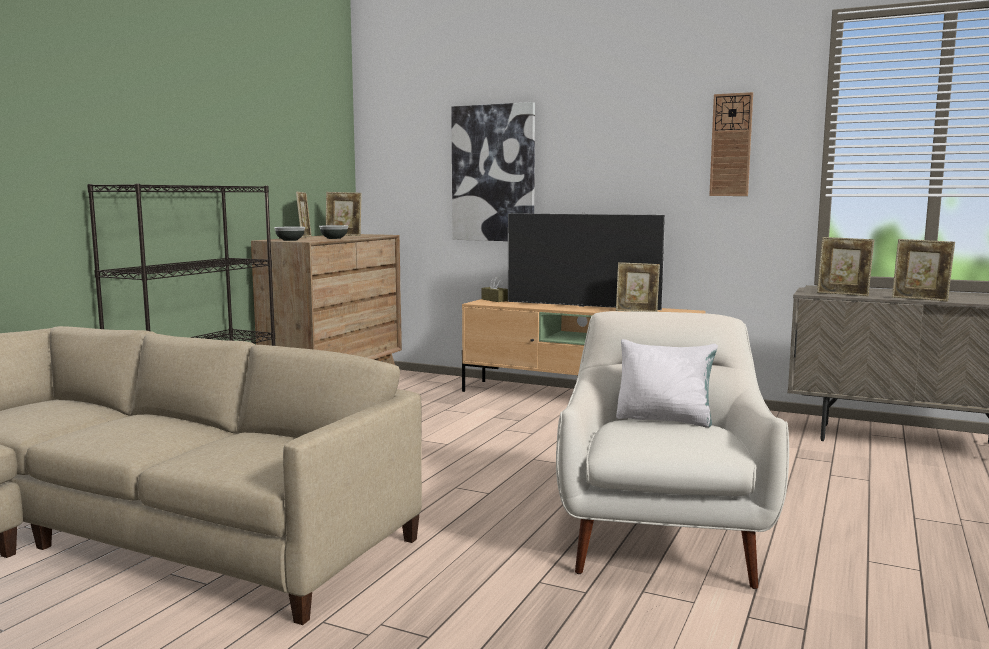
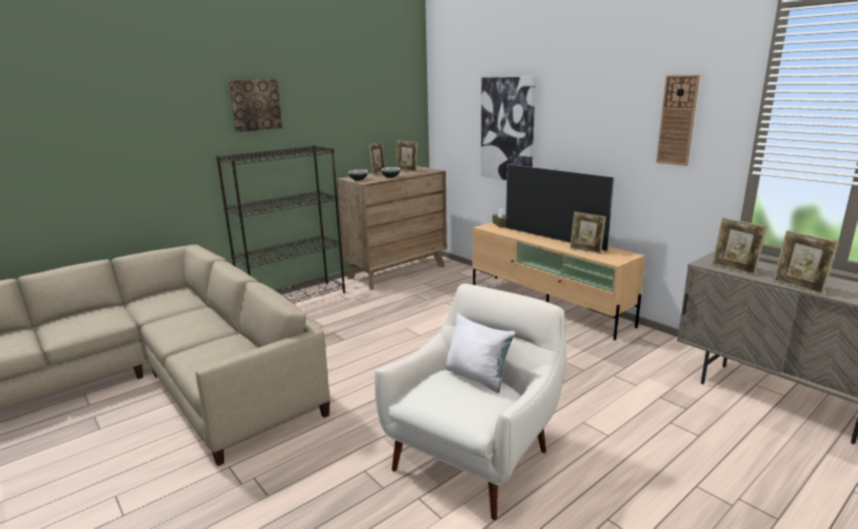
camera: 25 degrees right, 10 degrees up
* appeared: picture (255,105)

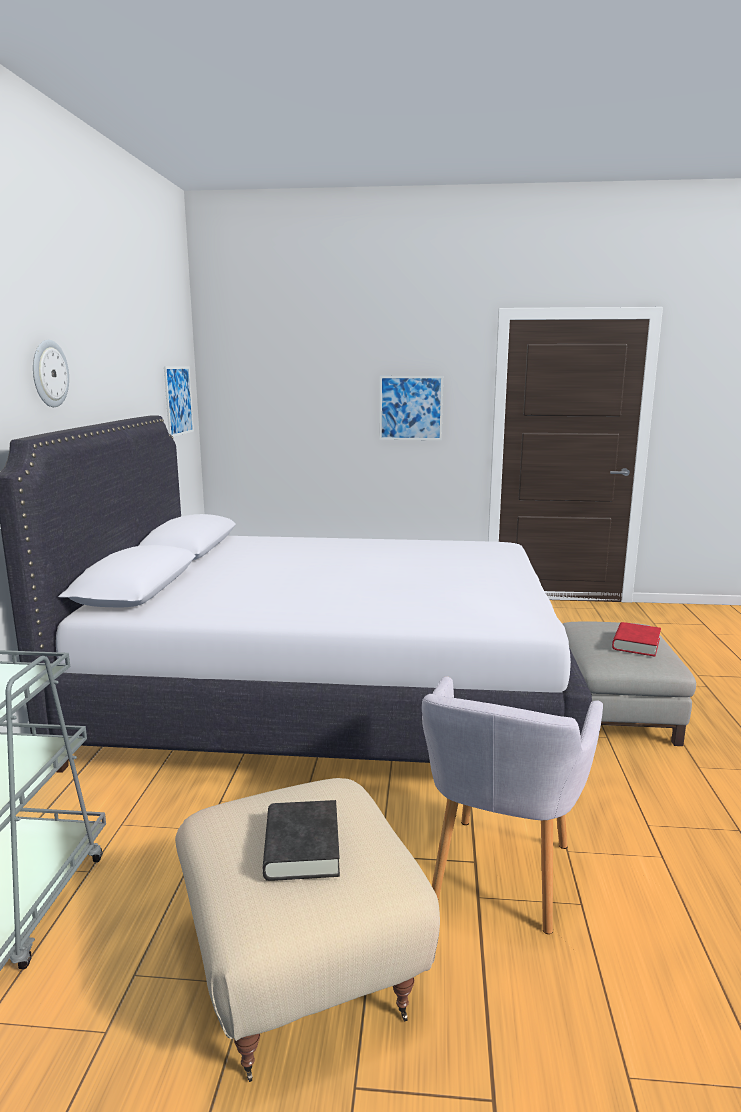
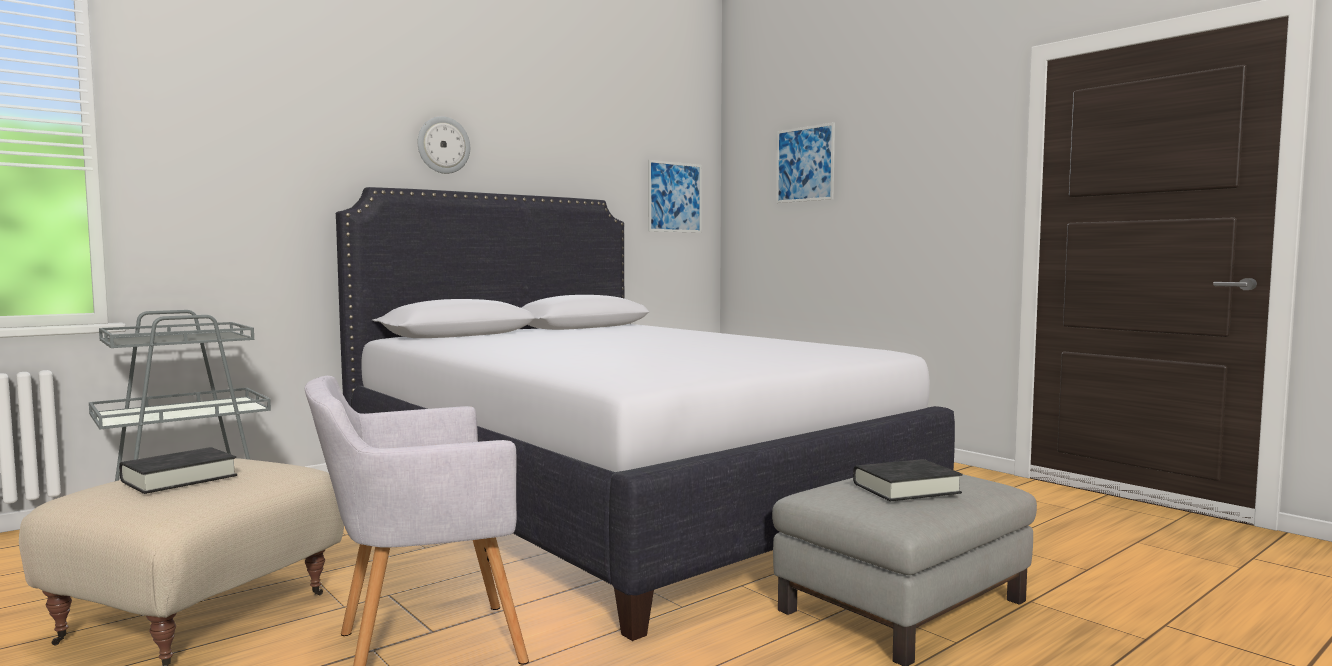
camera: 45 degrees right, 10 degrees down
* relocated: picture (411,408) to (805,164)
* colour: book in red (636,644) to book in black (906,488)

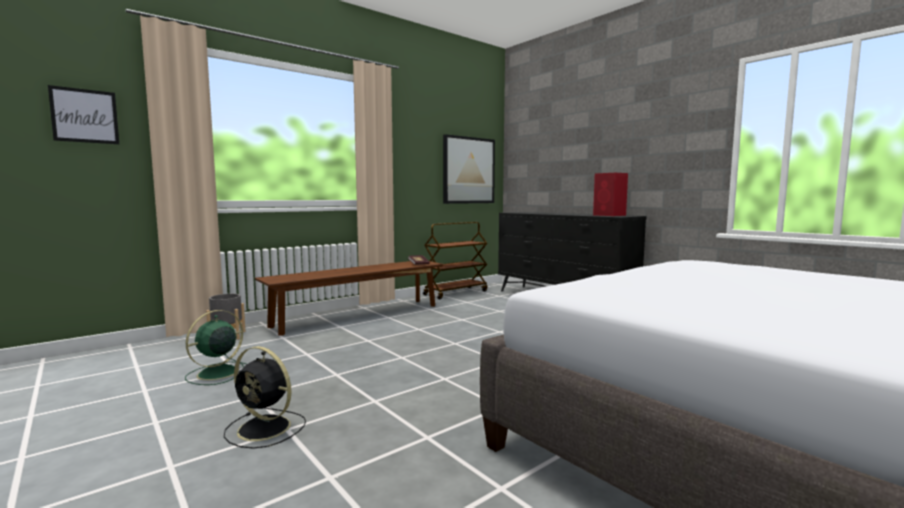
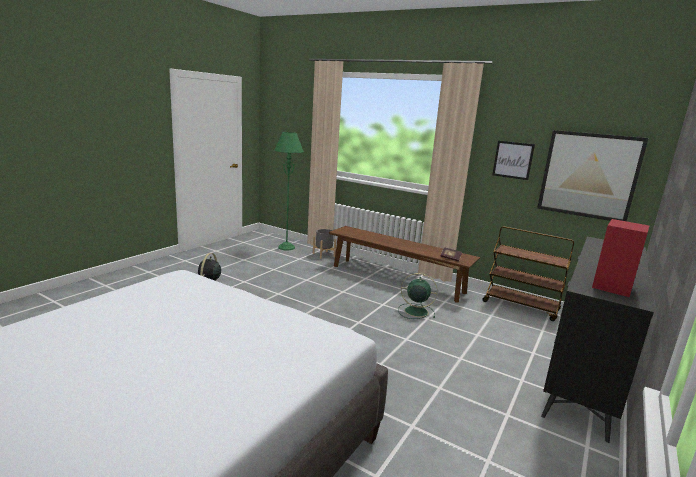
camera: 70 degrees right, 10 degrees up
* relocated: picture (85,116) to (513,160)
* relocated: fan in green (216,373) to (415,311)
* appeared: floor lamp in green (286,247)

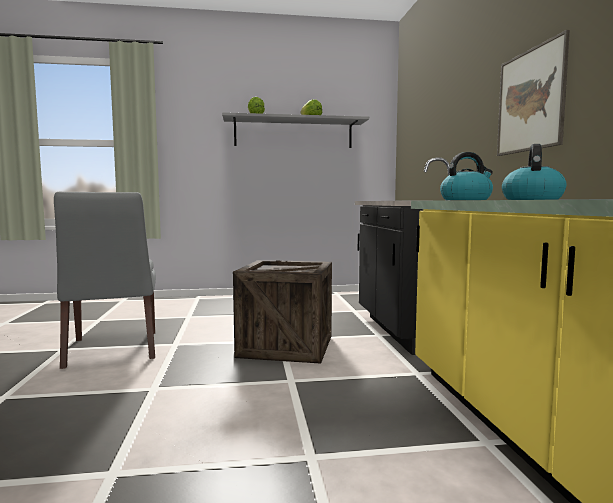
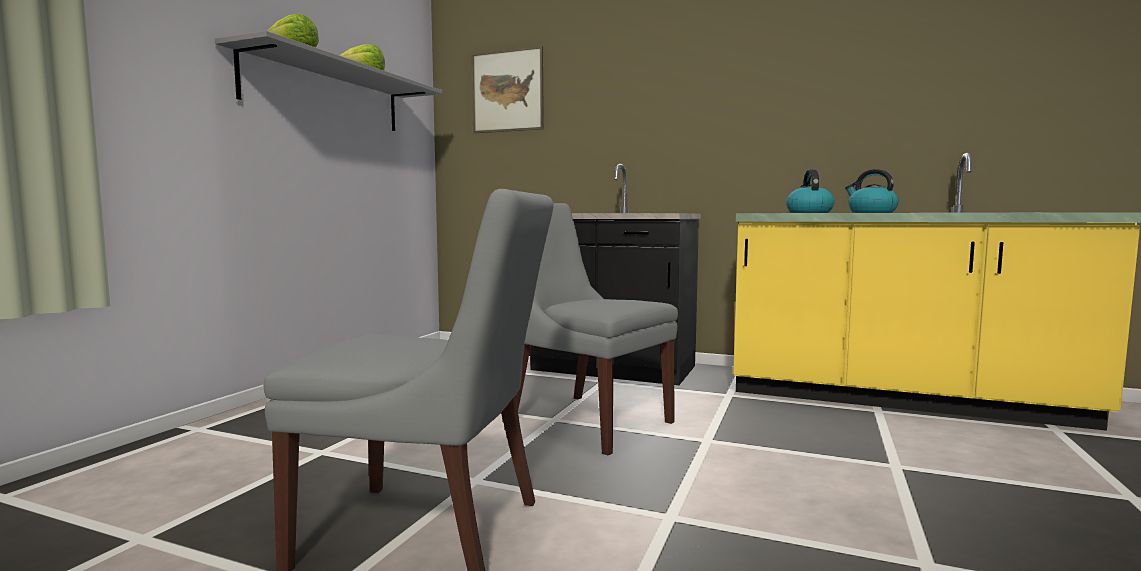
camera: 60 degrees left, 0 degrees up
* exchanged: crate (286,346) to chair in grey (585,421)
* relocated: picture (530,100) to (507,91)

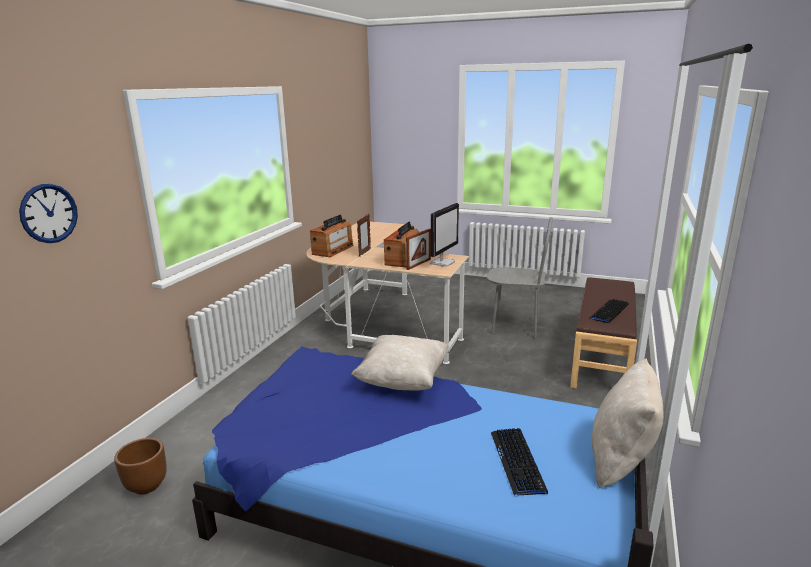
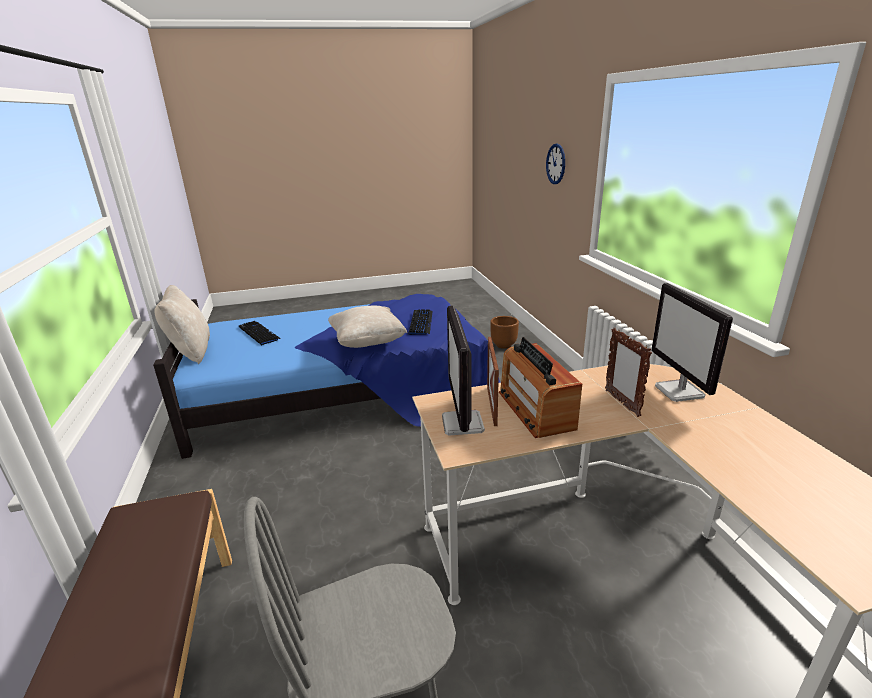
camera: 145 degrees right, 5 degrees up
* exchanged: radio (333,250) to monitor (680,392)
* relocated: keyboard (609,311) to (420,323)

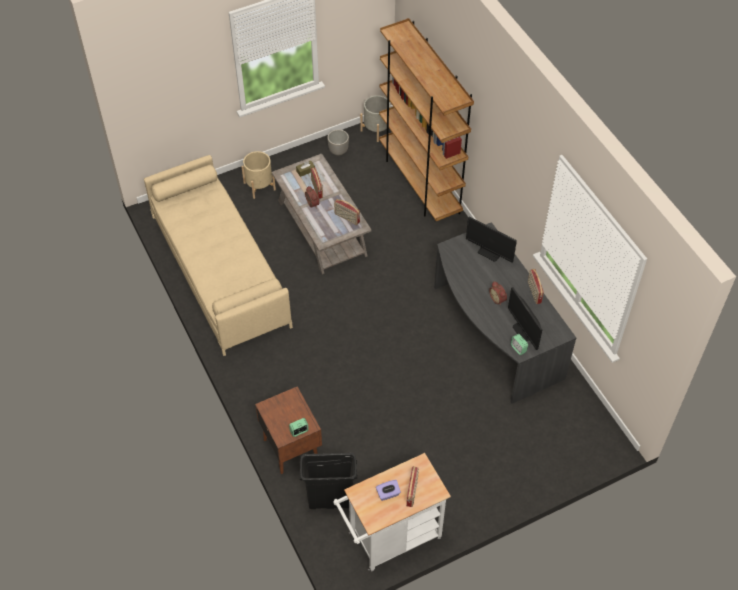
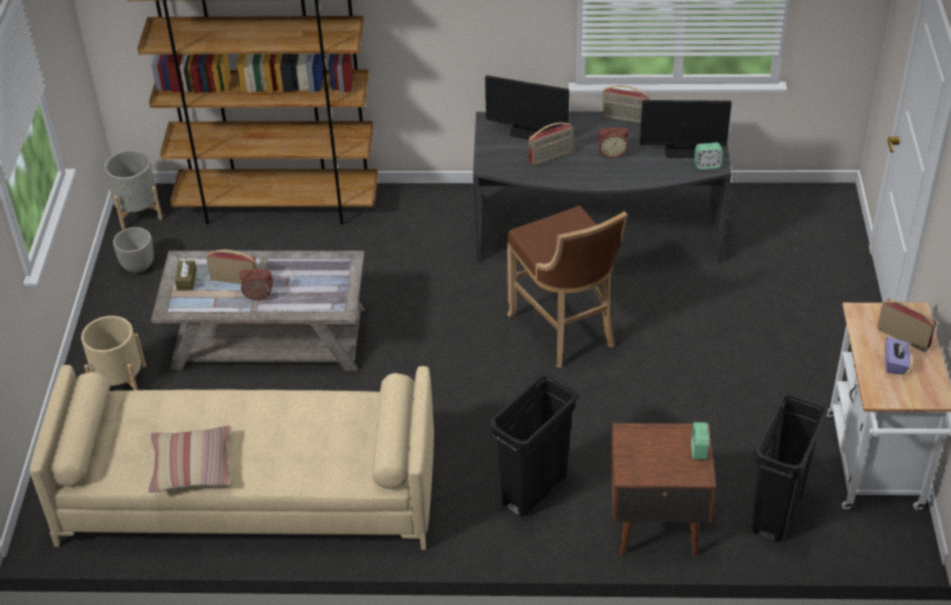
camera: 60 degrees left, 10 degrees down
* relocated: radio (346,218) to (551,157)
* spun: monitor (489,252) = (528,132) 45 degrees clockwise
* appeared: pillow (192,466)
* appeared: trash can in black (534,490)
* appeared: stool in brown (566,331)

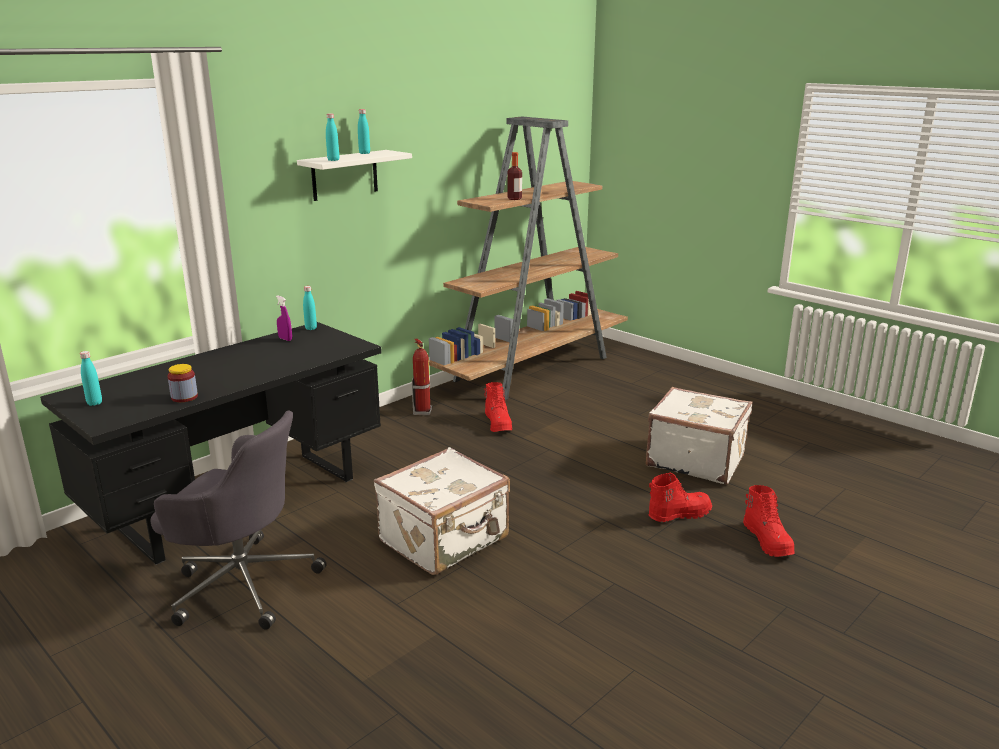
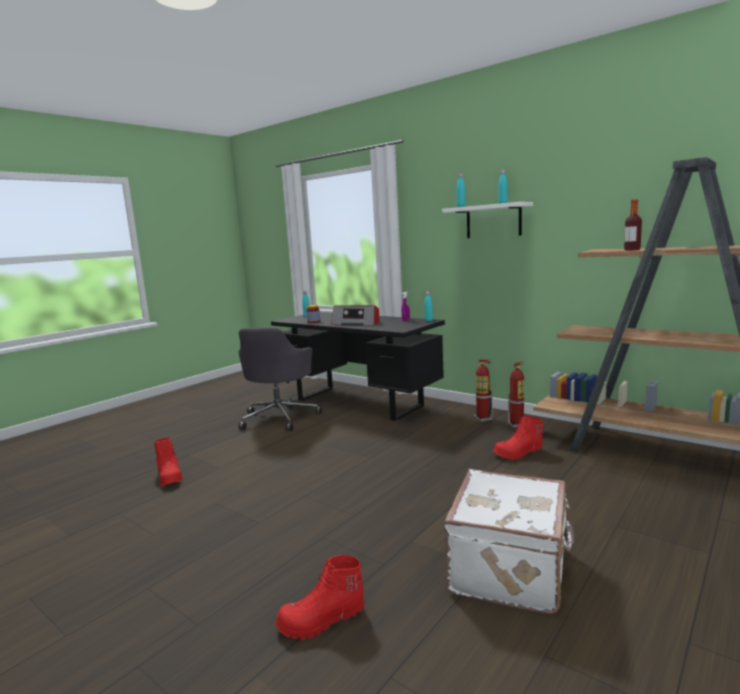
camera: 85 degrees right, 10 degrees down
* missing: suitcase in white (445,540)
* relocated: boot in red (678,514) to (170,477)
* appeared: radio (356,323)
* appeared: fire extinguisher (483,419)

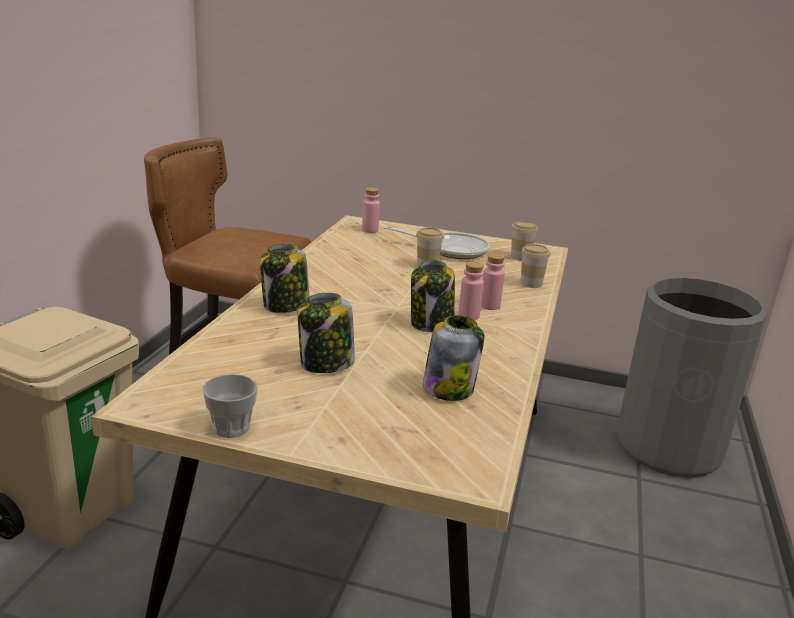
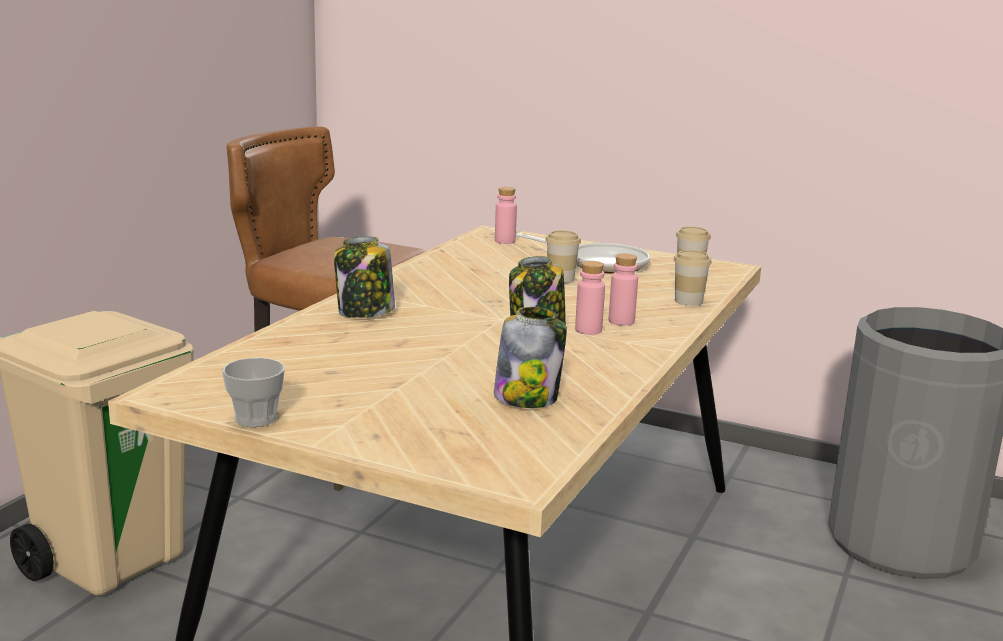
camera: 10 degrees right, 5 degrees down
* missing: jar (326,364)

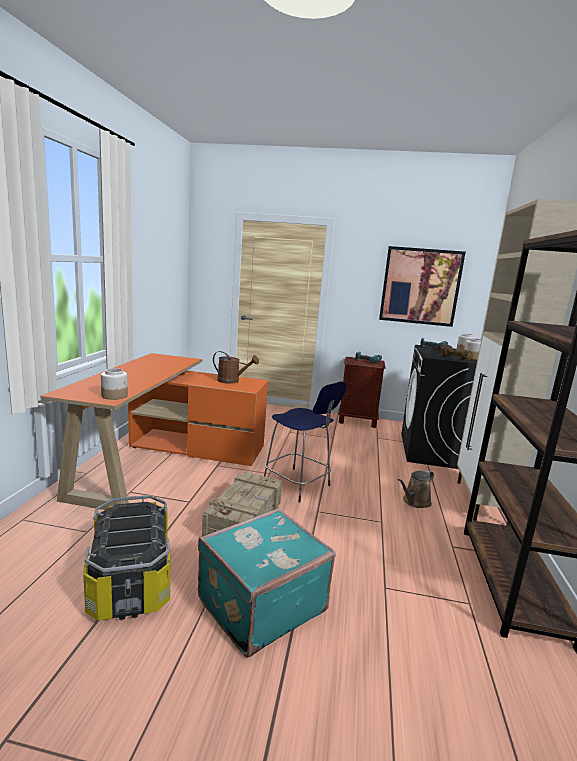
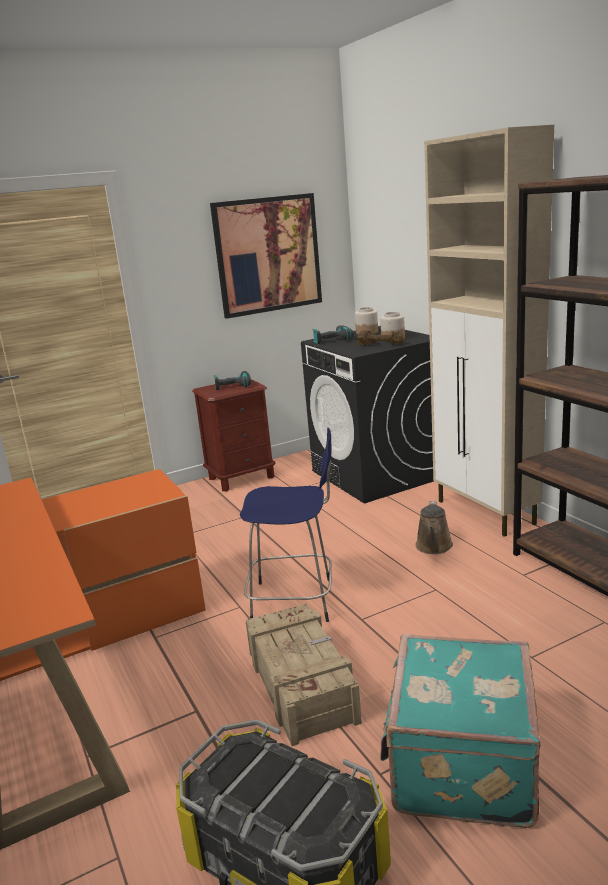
camera: 35 degrees left, 5 degrees up
* missing: jar (115,396)
* missing: watering can in brown (232,381)

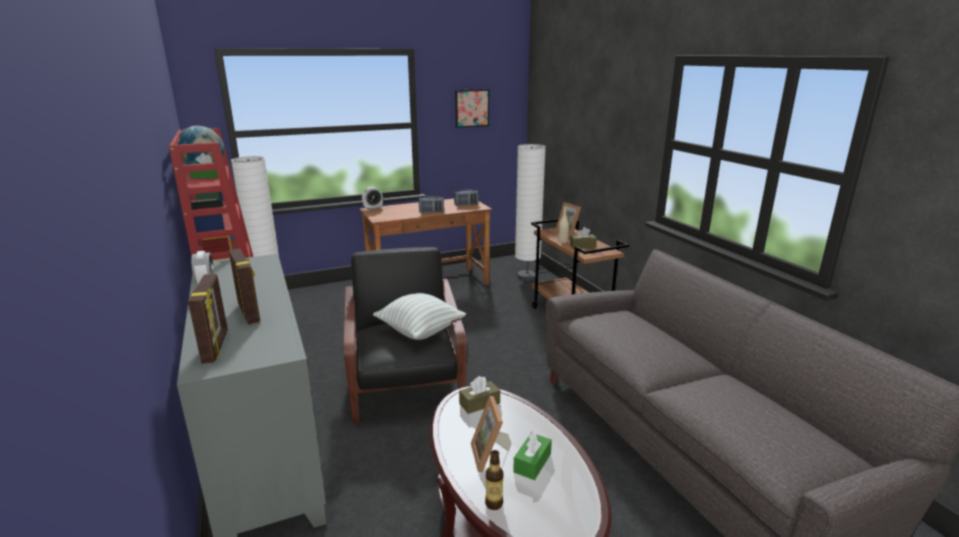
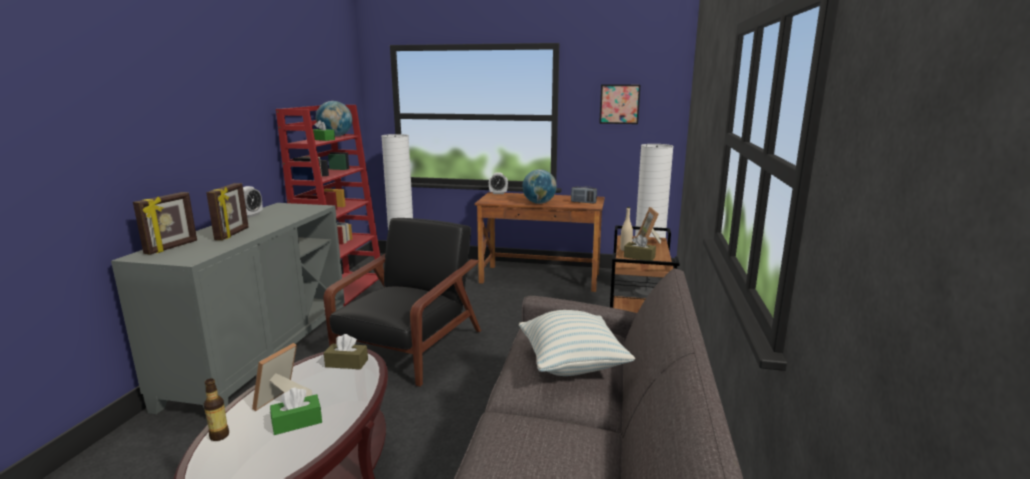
camera: 35 degrees right, 5 degrees down
* relocated: pillow (420,331) to (572,365)
* exchanged: radio (431,212) to globe (539,203)

